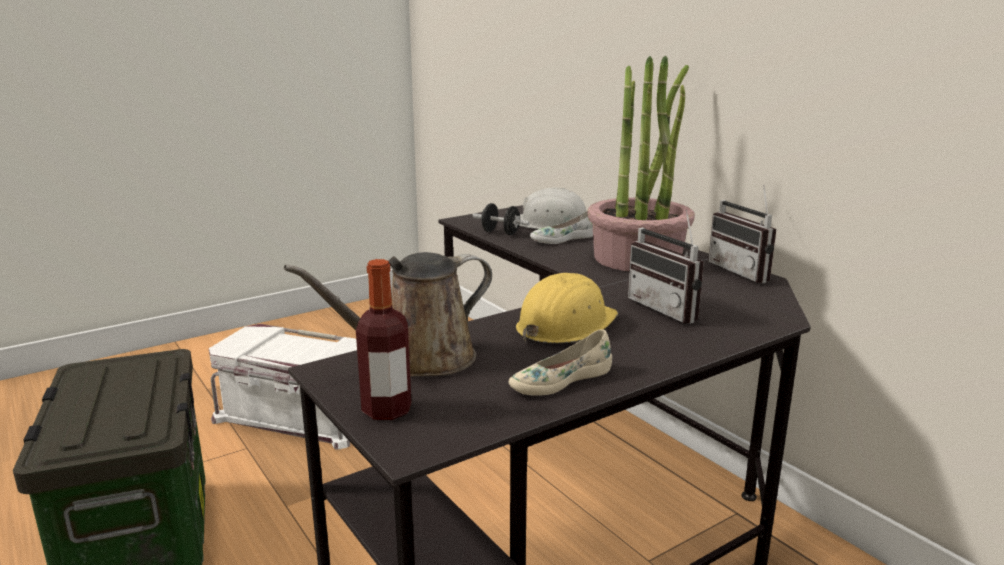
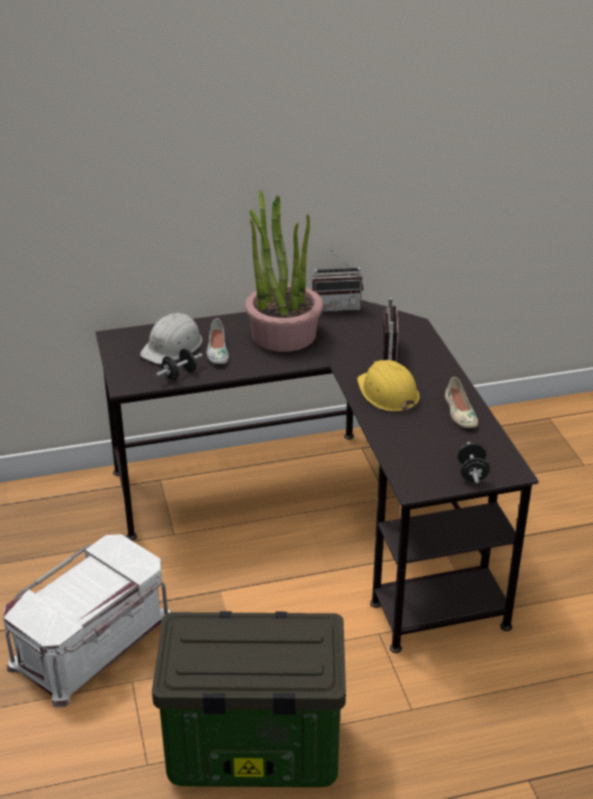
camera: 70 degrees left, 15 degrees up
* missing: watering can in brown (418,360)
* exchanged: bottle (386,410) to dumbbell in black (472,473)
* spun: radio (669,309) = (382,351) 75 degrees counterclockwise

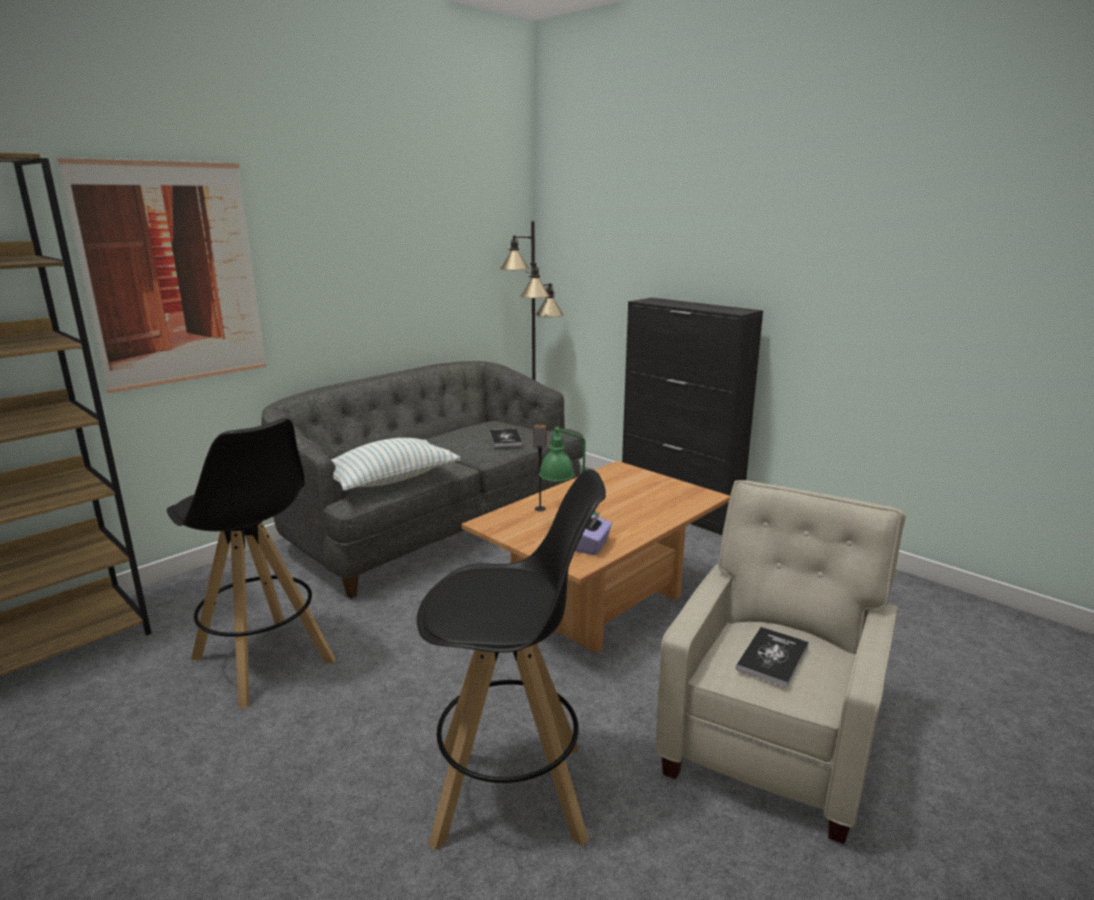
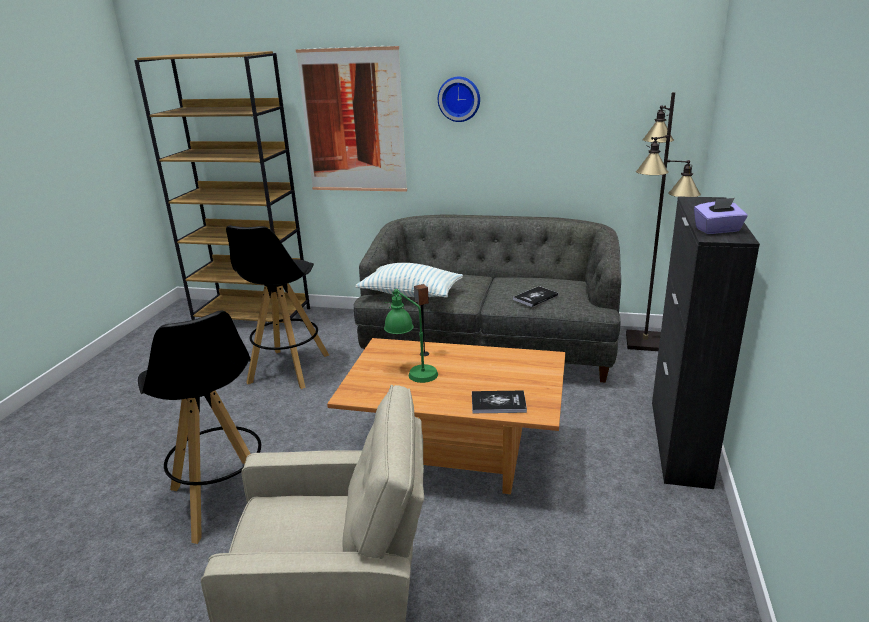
camera: 60 degrees right, 5 degrees up
* relocated: tissue box in purple (591,546) to (717,230)
* relocated: book (772,657) to (498,403)
* appeared: wall clock (459,99)

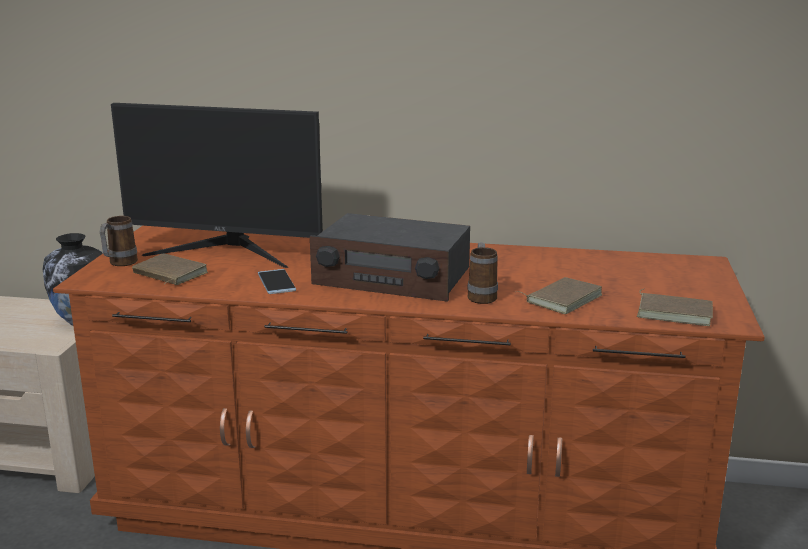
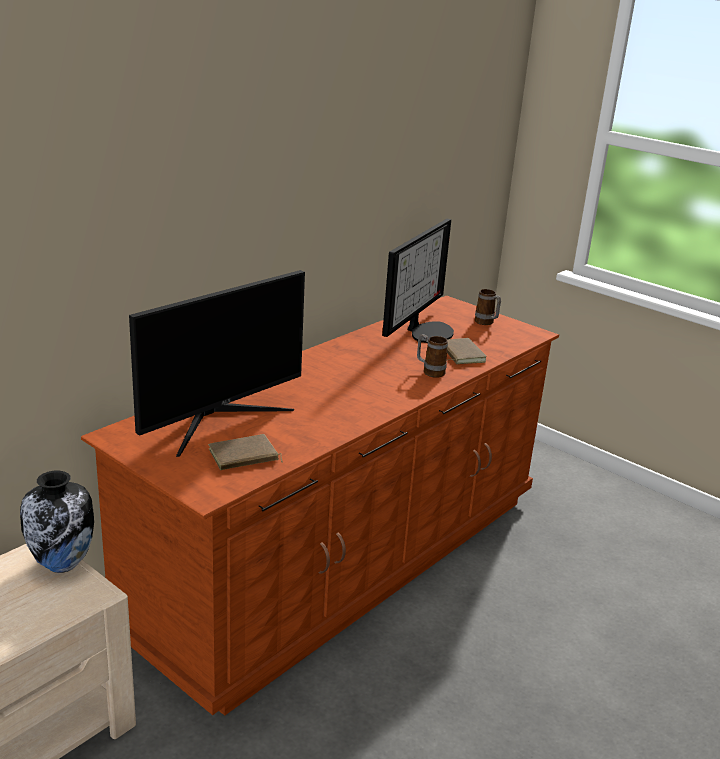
camera: 60 degrees left, 5 degrees up
* relocated: mug (119,264) to (486,323)
* missing: phone (276,282)
* missing: radio (392,277)
* missing: book in brown (675,312)
* appeared: monitor (426,331)

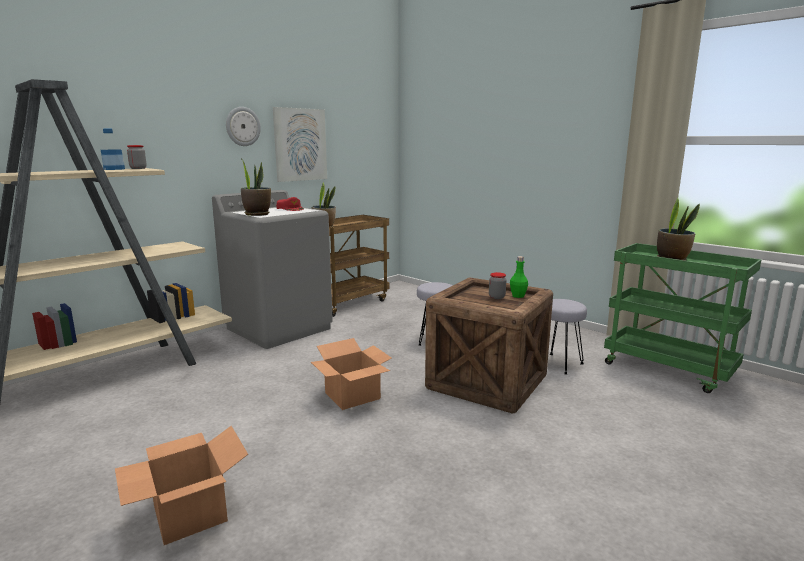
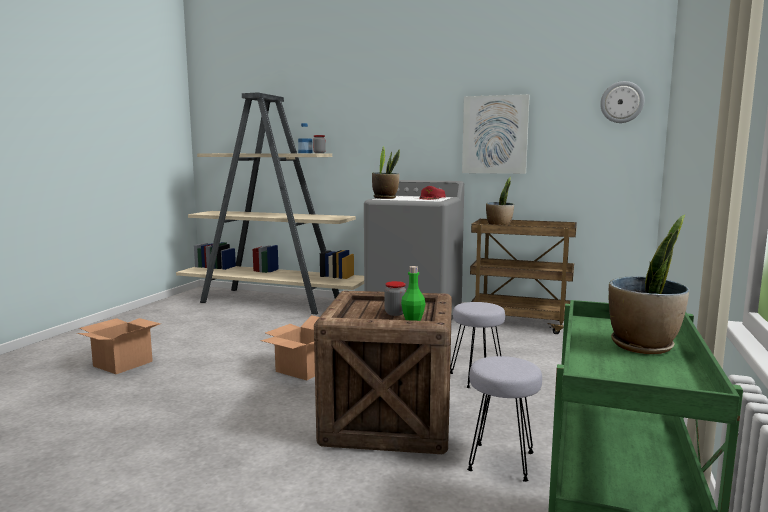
camera: 65 degrees right, 5 degrees down
* relocated: wall clock (242,126) to (622,102)

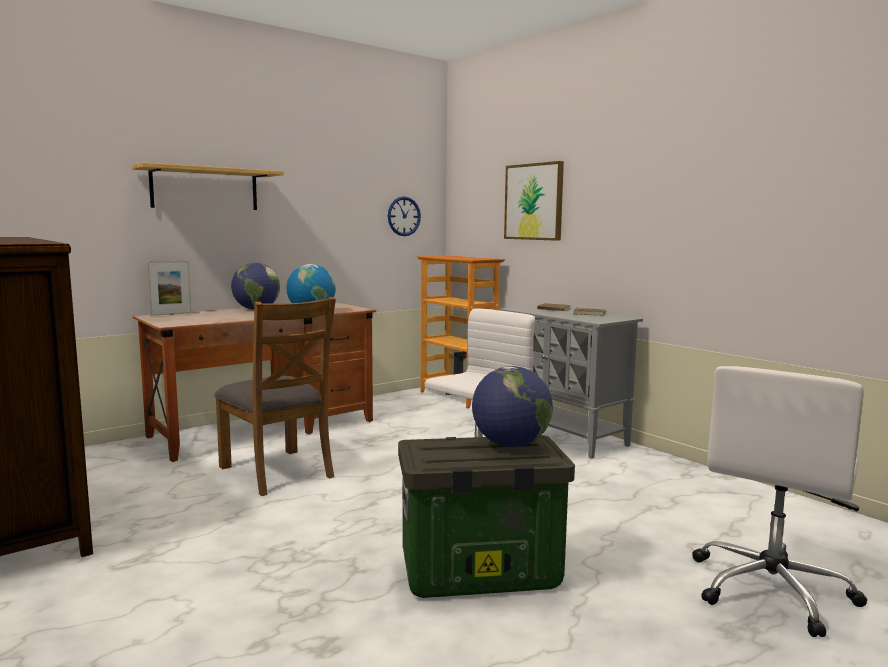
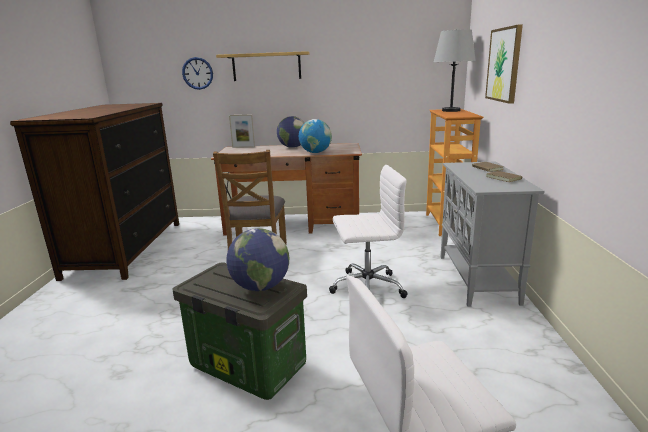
camera: 40 degrees right, 10 degrees up
* relocated: wall clock (404,216) to (197,73)
* appeared: table lamp in grey (451,110)

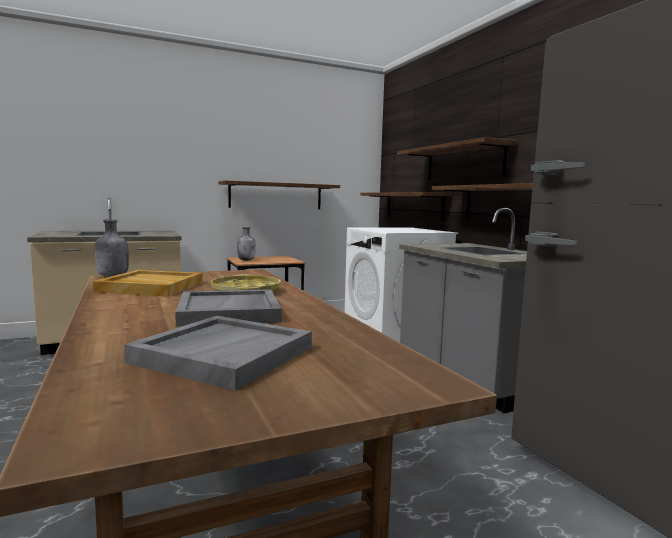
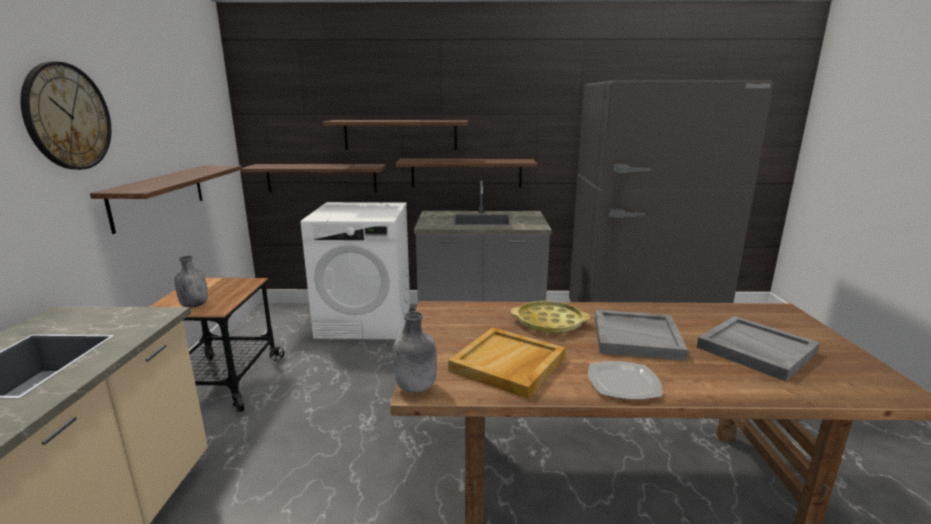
camera: 65 degrees left, 10 degrees up
* appeared: wall clock (67,117)
* appeared: plate (623,382)

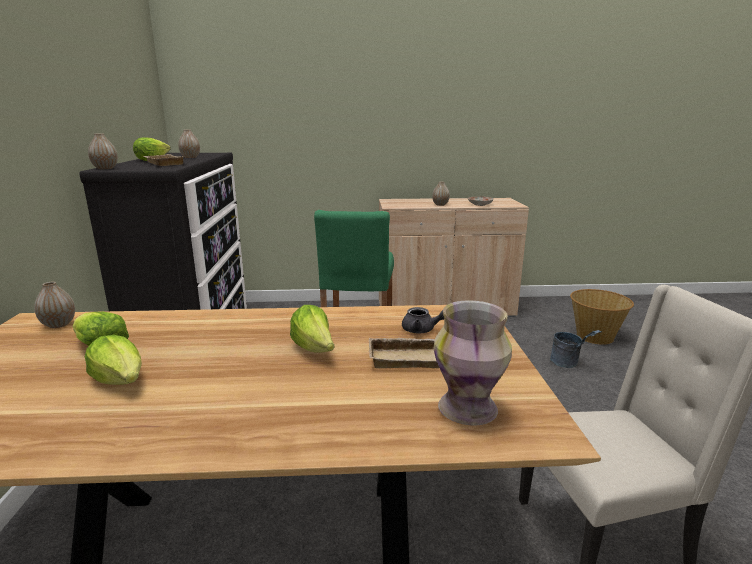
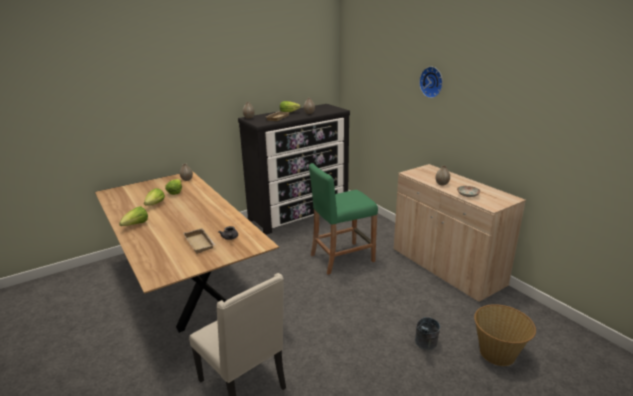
camera: 60 degrees right, 5 degrees up
* relocated: lettuce (314,349) to (136,225)
* missing: vase (468,409)
* appeared: wall clock (432,82)

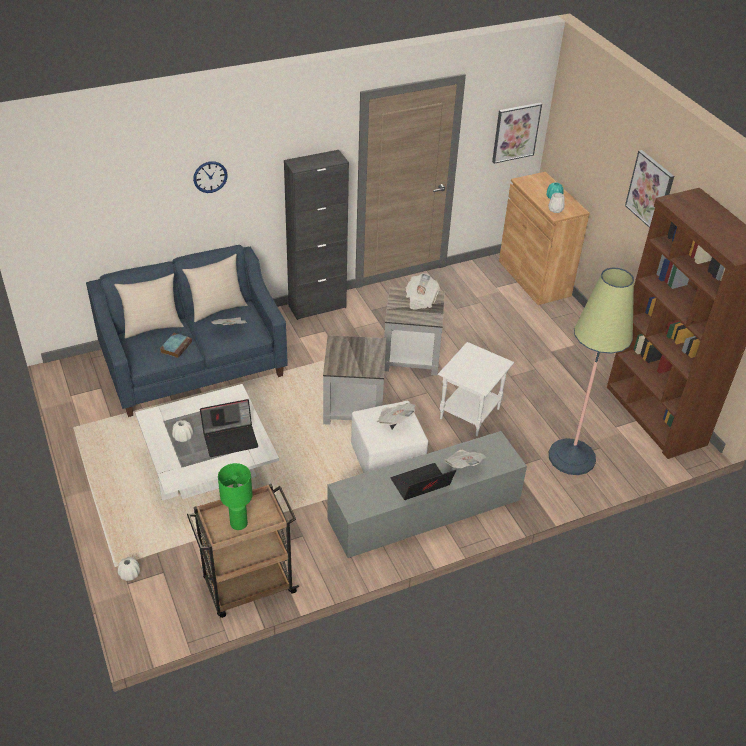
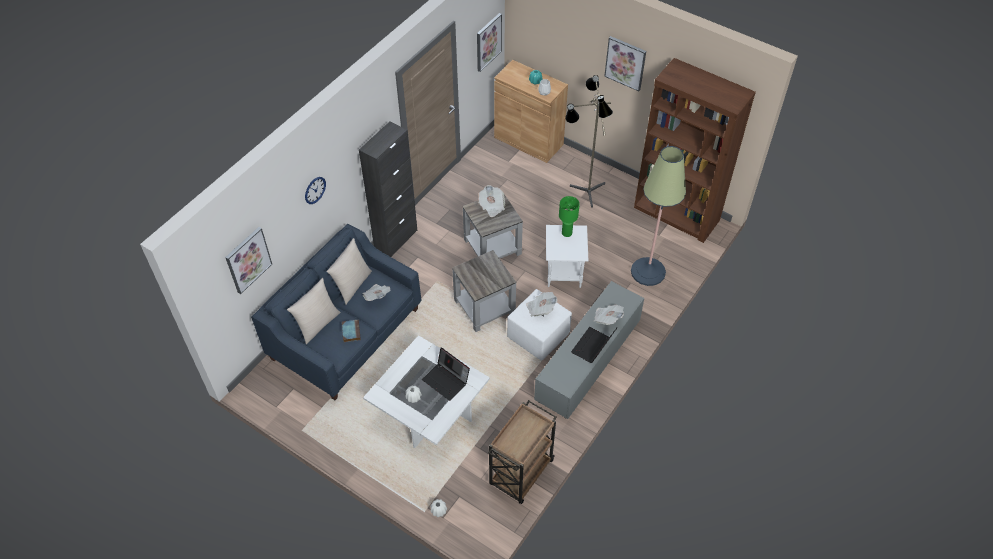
camera: 30 degrees left, 10 degrees up
* spun: laptop (231,438) = (446,380) 90 degrees clockwise
* relocated: table lamp in green (238,523) to (566,233)
* appeared: picture (248,259)
* appeared: floor lamp (584,193)

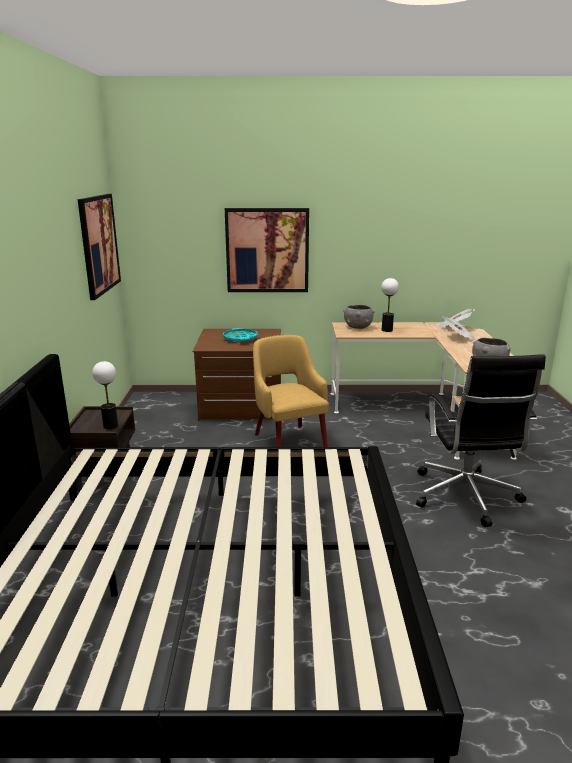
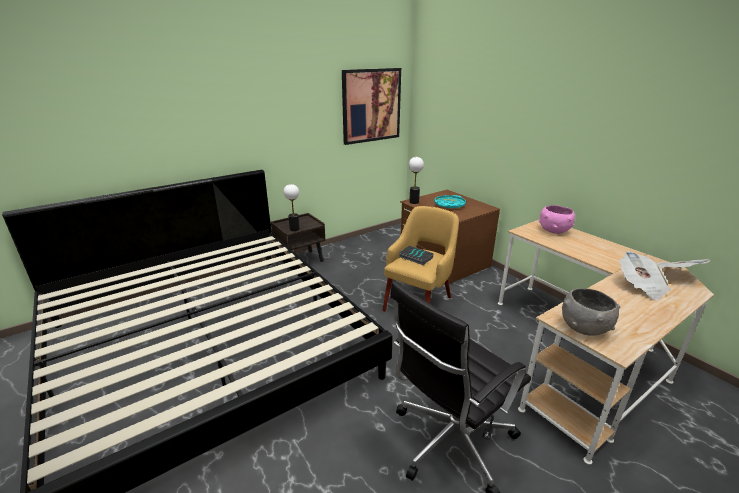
camera: 55 degrees right, 5 degrees up
* missing: picture (267,250)
* colour: bowl in grey (358,327) to bowl in pink (554,230)
* relocated: table lamp (387,330) to (414,202)
* appeared: book (415,257)

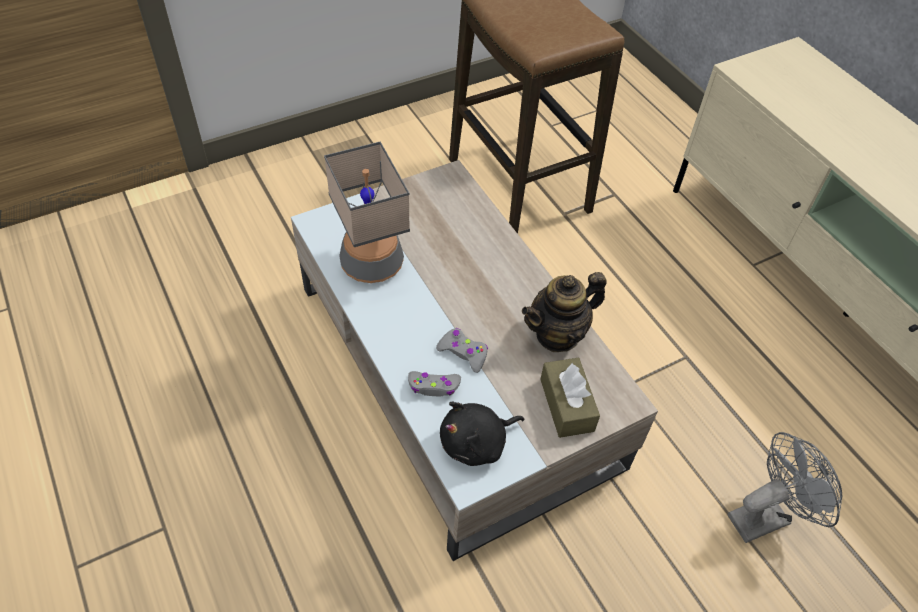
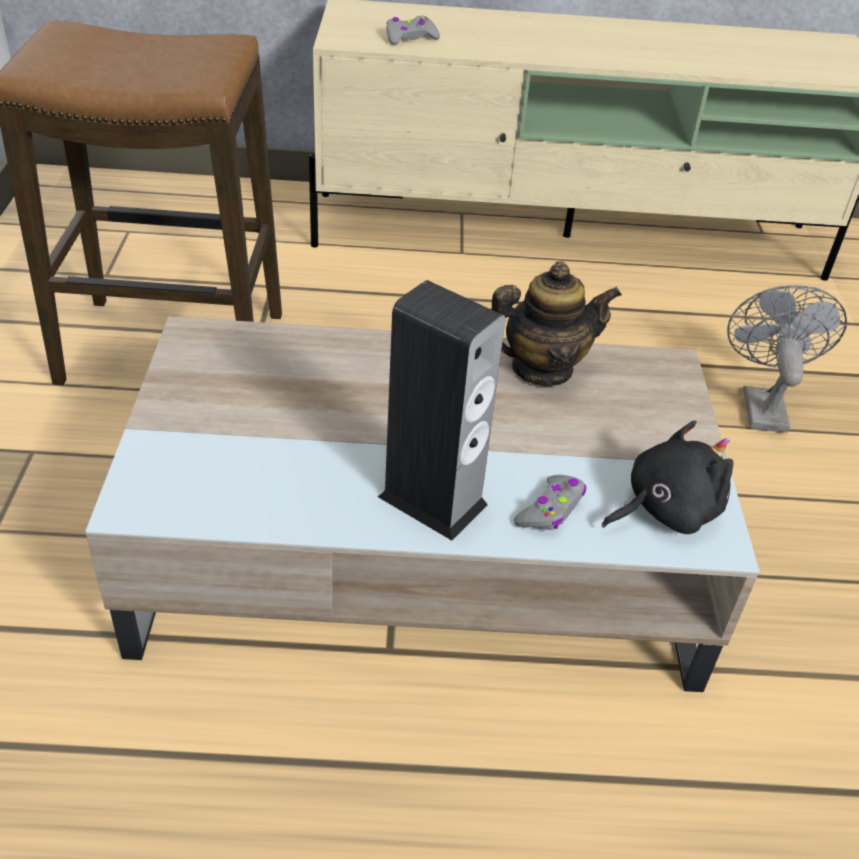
camera: 60 degrees left, 10 degrees down
* missing: table lamp (372,263)
* relocated: game controller in grey (463,353) to (410,38)
* spun: plush toy in black (476,443) = (665,509) 120 degrees counterclockwise
* spun: teapot (558,334) = (541,369) 105 degrees counterclockwise
* missing: tissue box in brown (566,405)
* appeared: speaker (432,500)

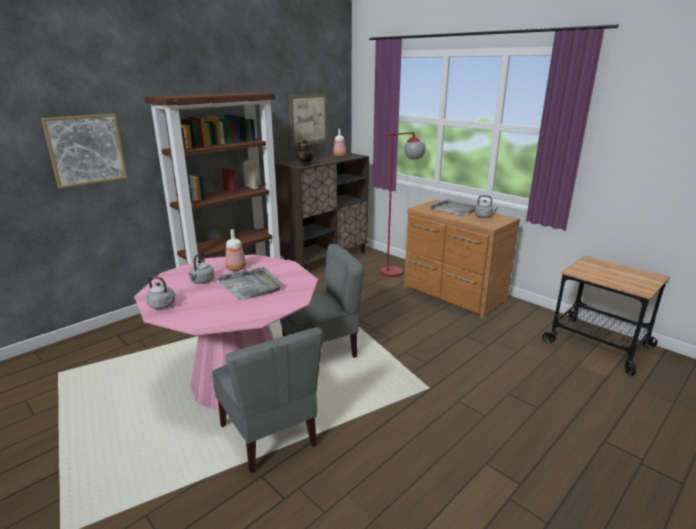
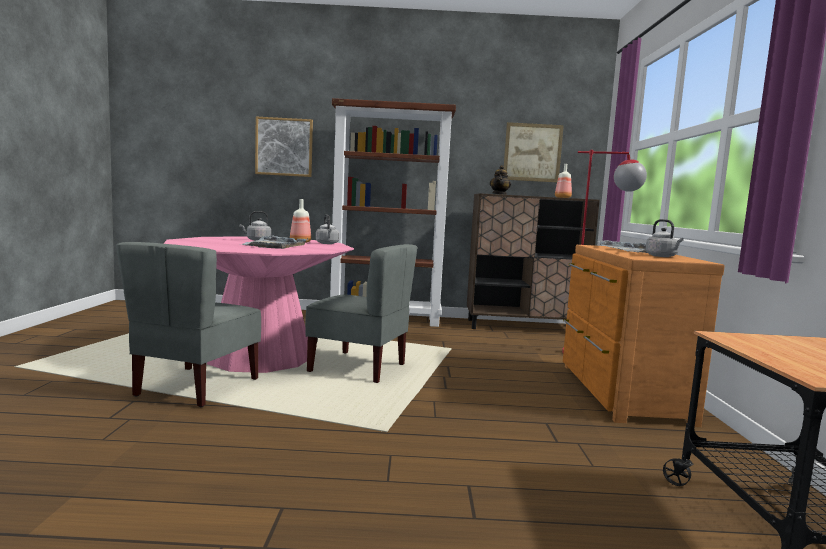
camera: 45 degrees right, 15 degrees down
* relocated: kettle in grey (163,306) to (327,243)

